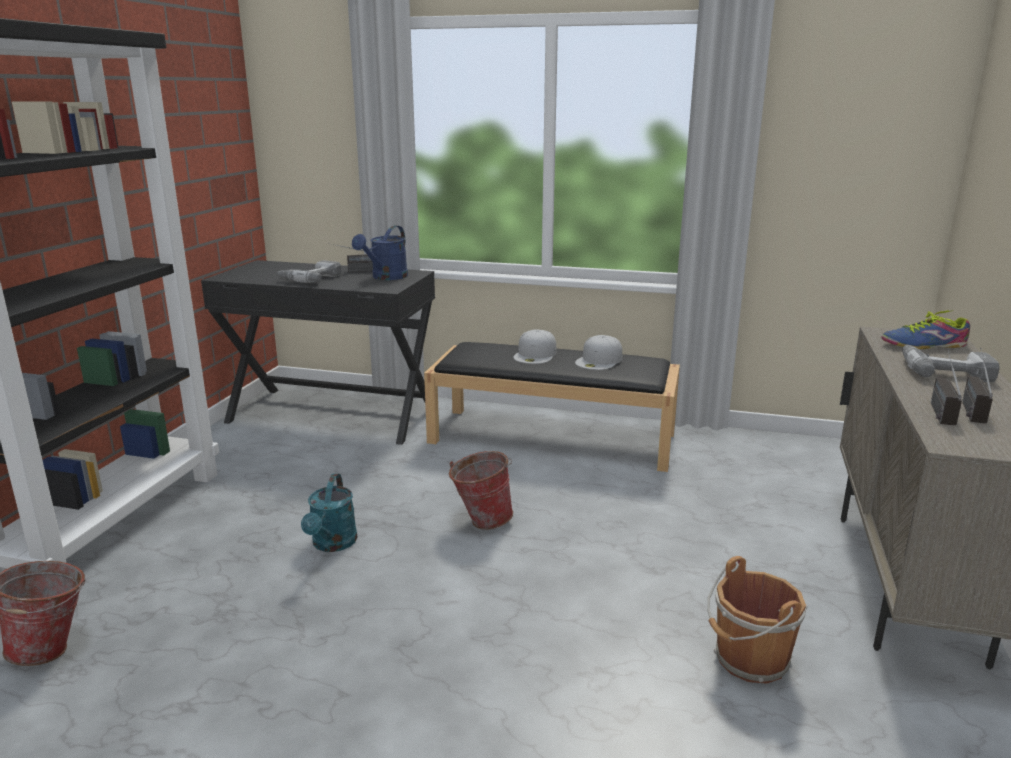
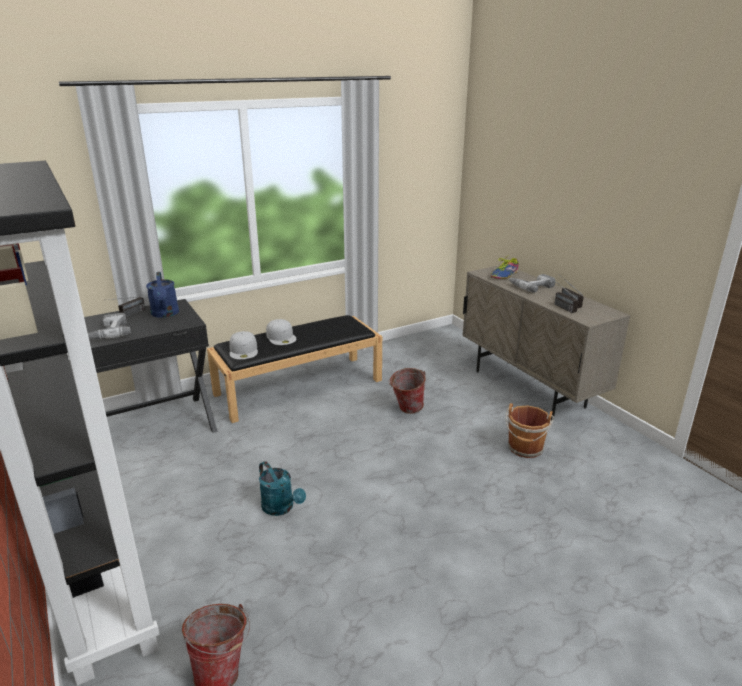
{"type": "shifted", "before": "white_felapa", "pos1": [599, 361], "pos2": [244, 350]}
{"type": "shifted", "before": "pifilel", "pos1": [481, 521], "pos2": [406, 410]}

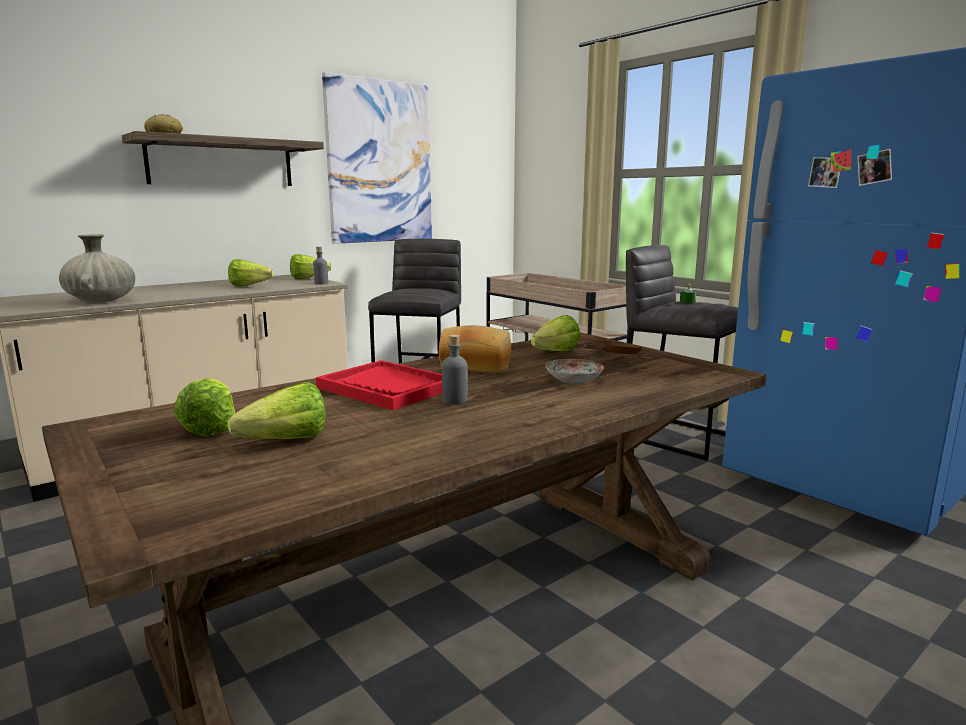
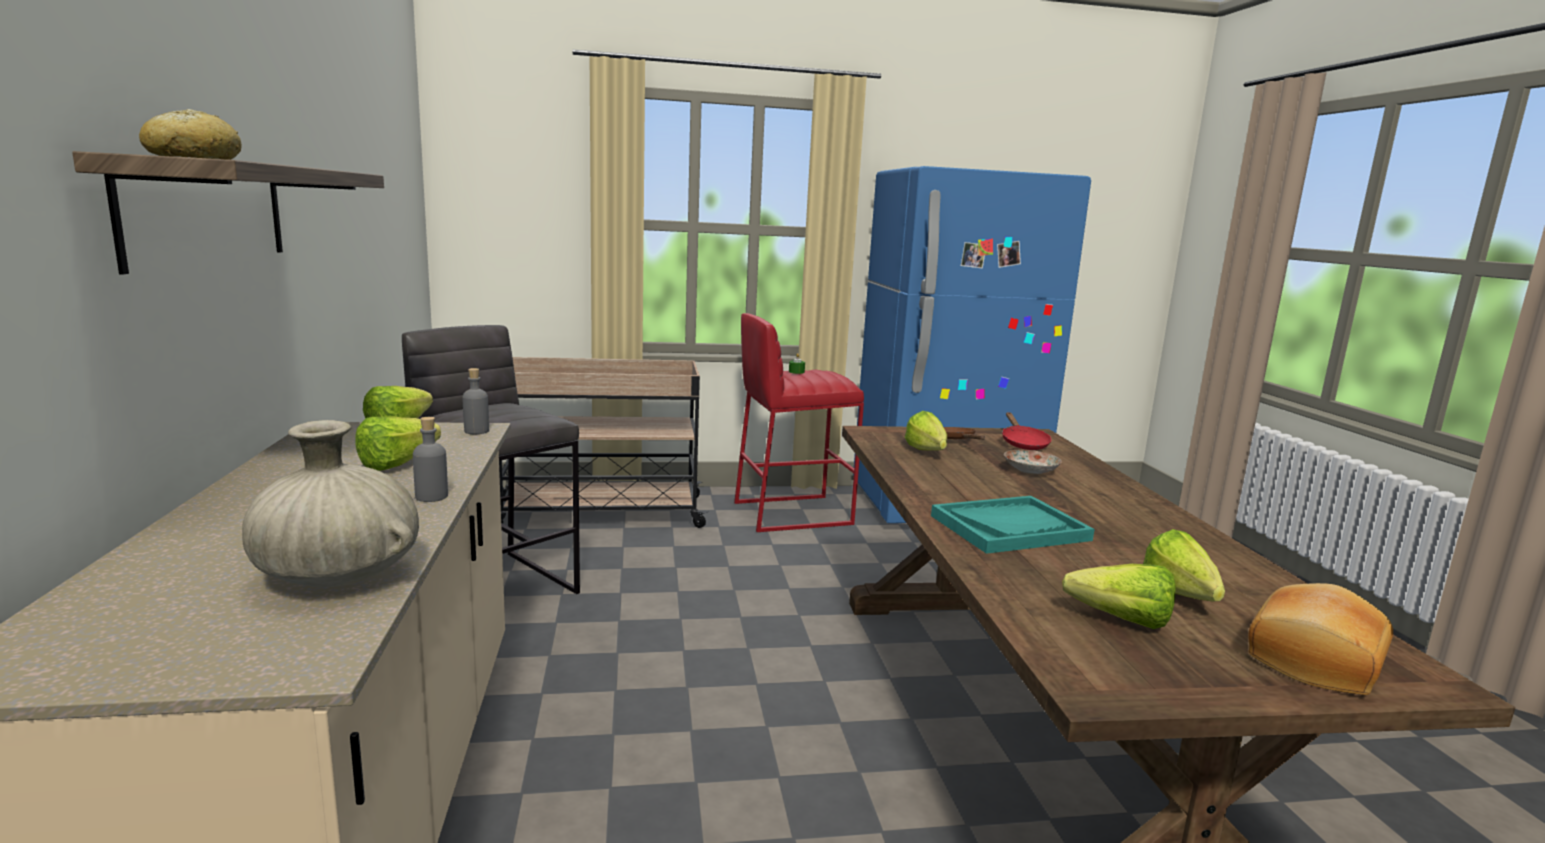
{"type": "shifted", "before": "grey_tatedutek", "pos1": [454, 400], "pos2": [431, 496]}
{"type": "repainted", "before": "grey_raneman", "after": "red_raneman", "pos1": [676, 436], "pos2": [791, 513]}
{"type": "repainted", "before": "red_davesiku", "after": "turquoise_davesiku", "pos1": [387, 388], "pos2": [1009, 528]}
{"type": "new", "after": "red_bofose", "pos2": [1022, 443]}
{"type": "shifted", "before": "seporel", "pos1": [475, 366], "pos2": [1310, 659]}
{"type": "gone", "before": "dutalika", "pos1": [380, 162]}

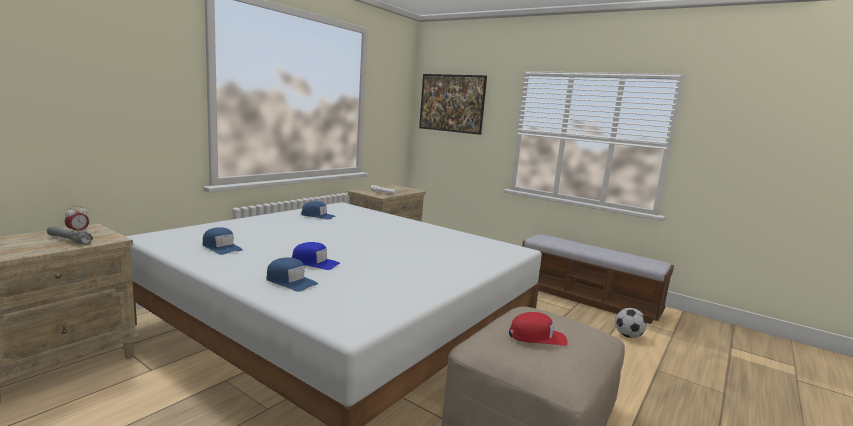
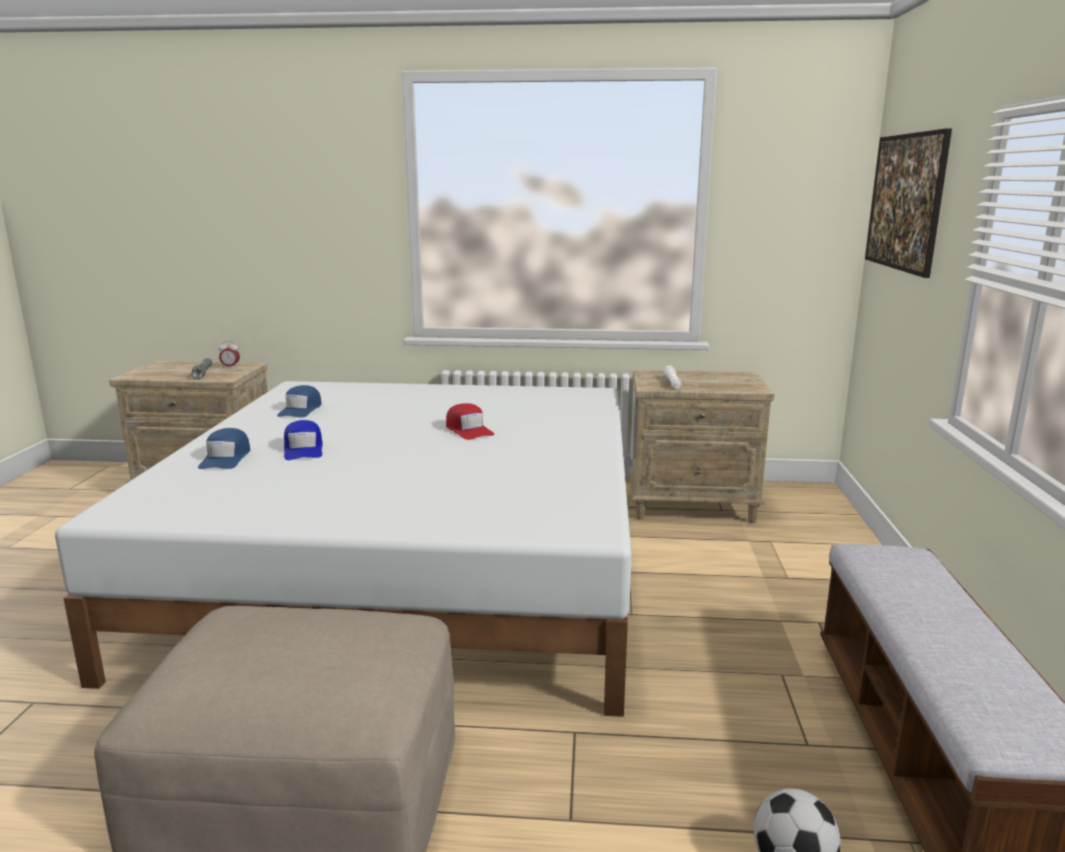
{"type": "shifted", "before": "red_felapa", "pos1": [537, 337], "pos2": [468, 430]}
{"type": "gone", "before": "blue_felapa", "pos1": [318, 216]}

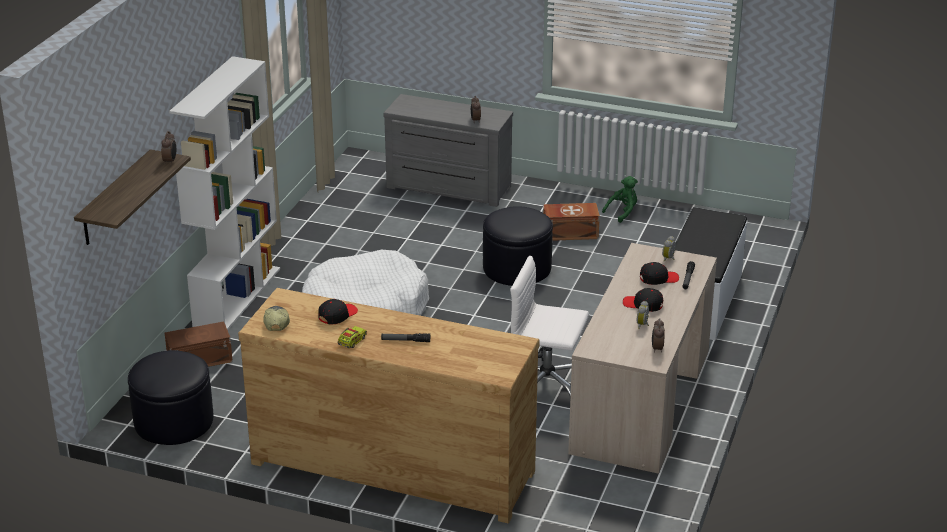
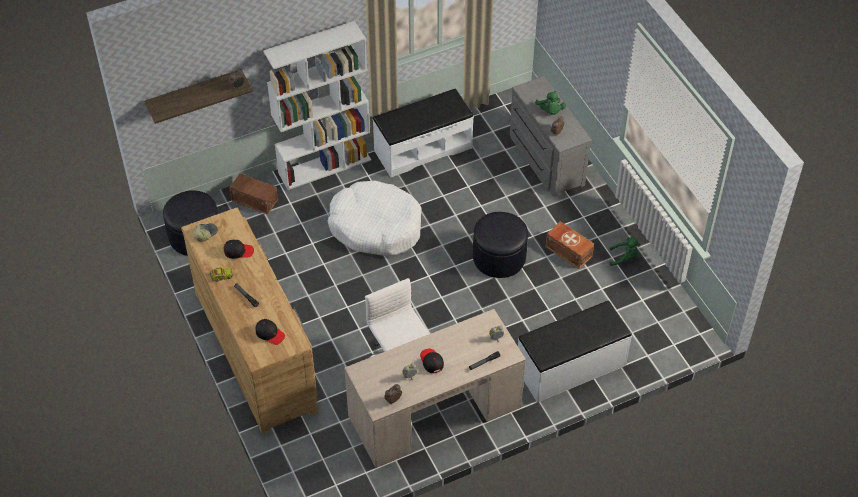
{"type": "shifted", "before": "black_felapa", "pos1": [658, 278], "pos2": [270, 334]}
{"type": "new", "after": "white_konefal", "pos2": [422, 149]}
{"type": "new", "after": "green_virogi", "pos2": [550, 111]}

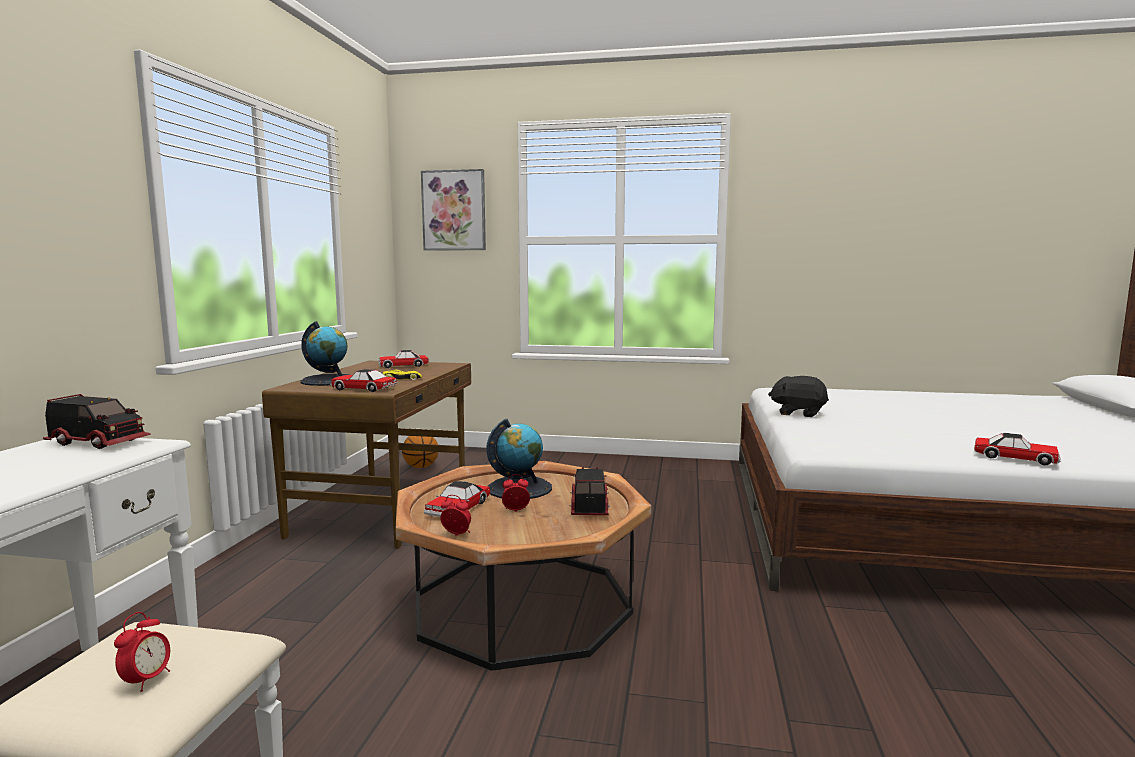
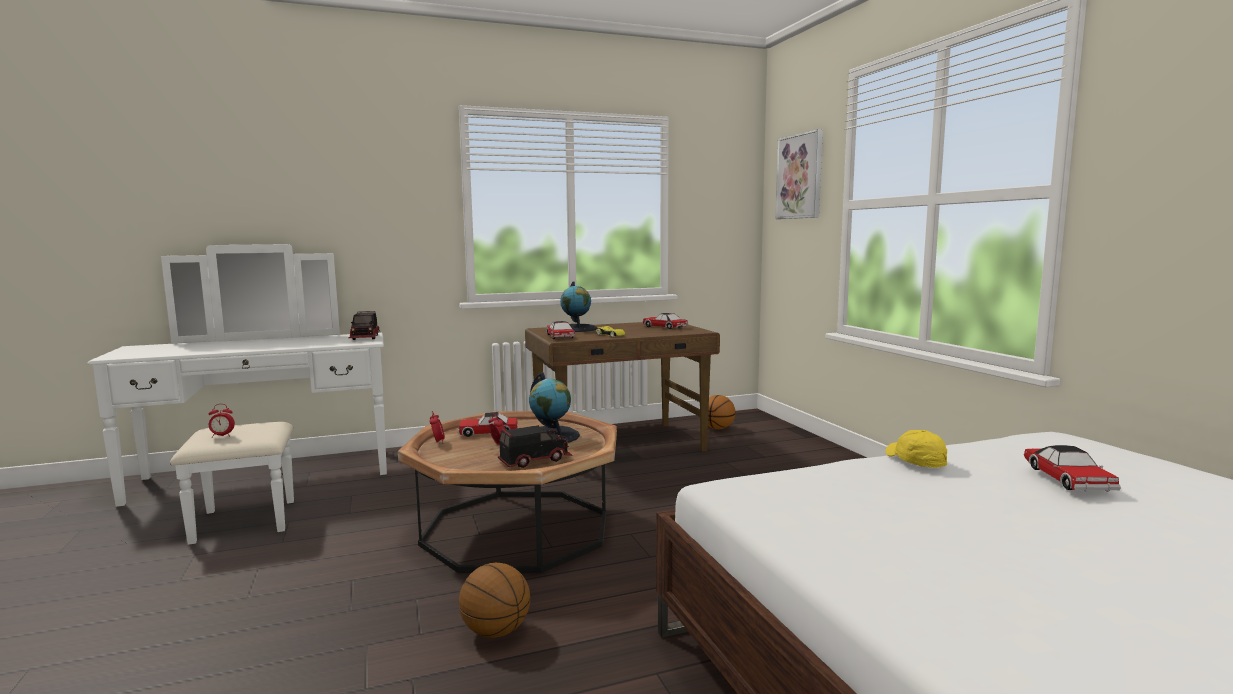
{"type": "new", "after": "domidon", "pos2": [496, 631]}
{"type": "swapped", "before": "black_virogi", "after": "yellow_felapa", "pos1": [798, 413], "pos2": [914, 461]}
{"type": "shifted", "before": "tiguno", "pos1": [1015, 458], "pos2": [1068, 478]}

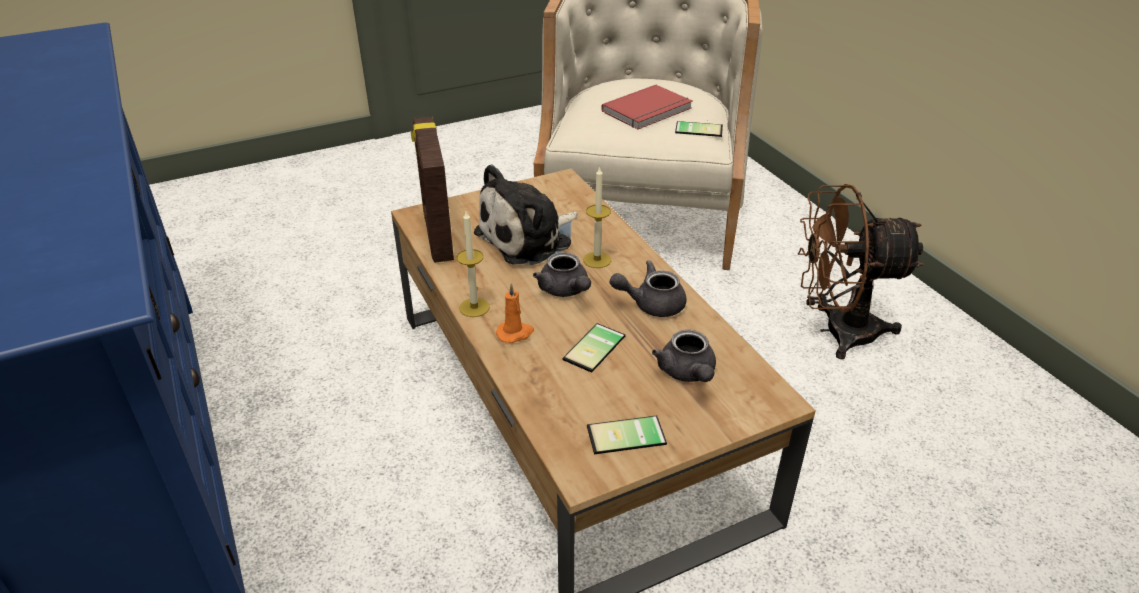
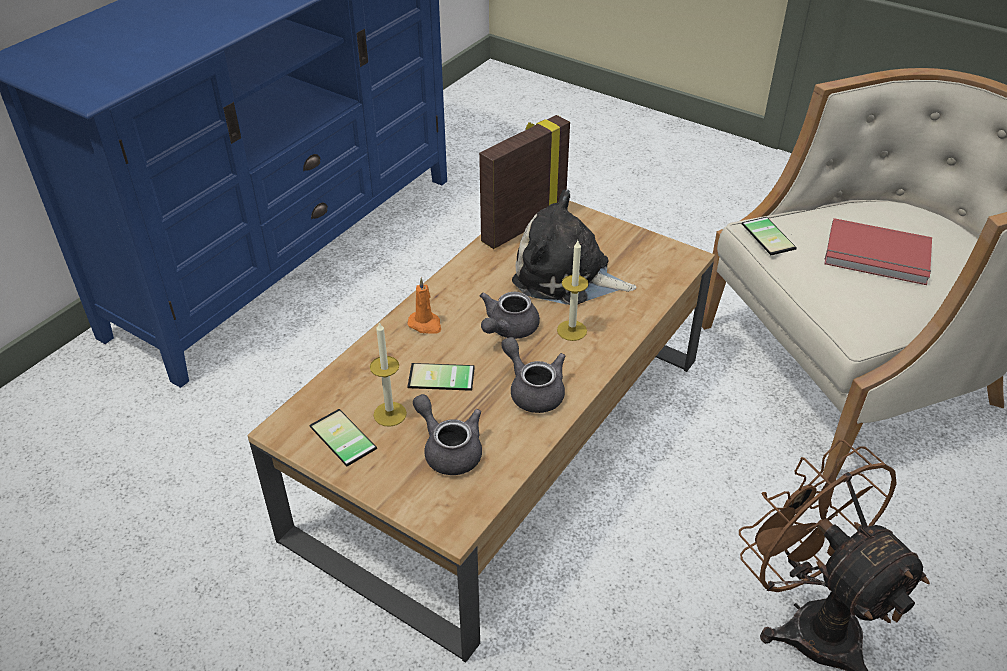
{"type": "shifted", "before": "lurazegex", "pos1": [474, 307], "pos2": [390, 414]}
{"type": "rotated", "before": "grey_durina", "pos1": [688, 373], "pos2": [449, 449], "turn": 90}
{"type": "shifted", "before": "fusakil", "pos1": [699, 128], "pos2": [771, 235]}

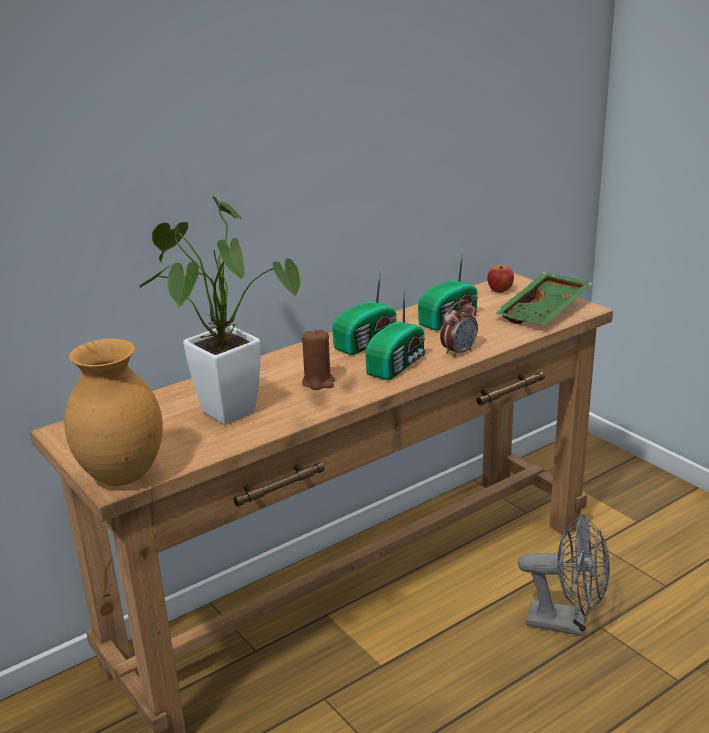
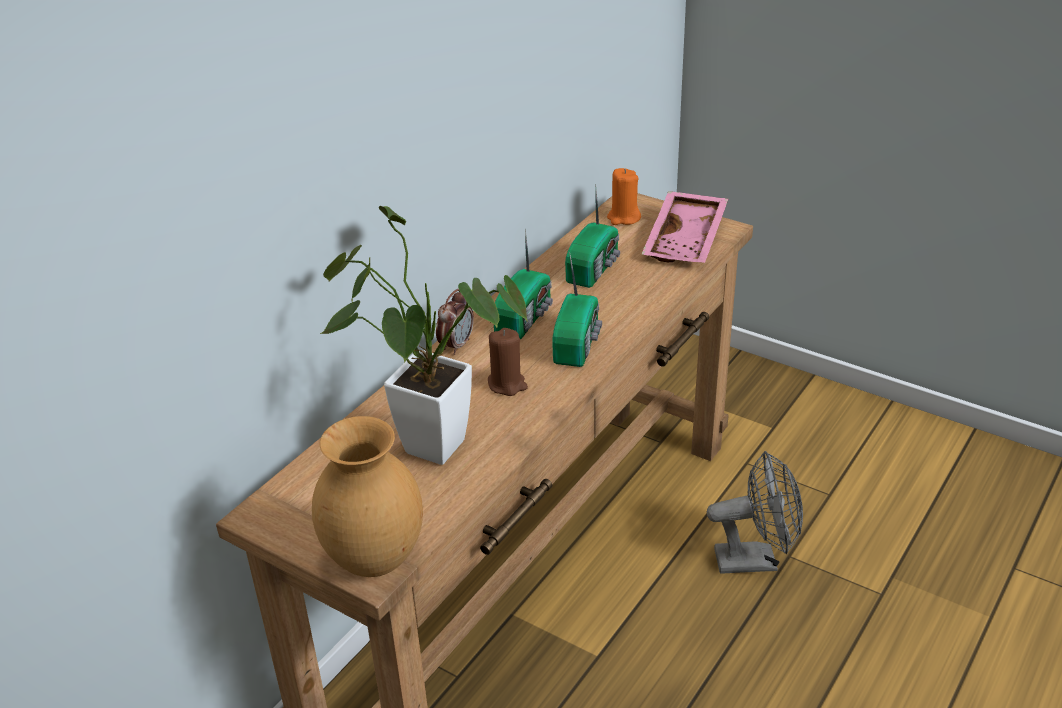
{"type": "shifted", "before": "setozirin", "pos1": [459, 352], "pos2": [456, 345]}
{"type": "swapped", "before": "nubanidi", "after": "orange_lurazegex", "pos1": [500, 290], "pos2": [623, 218]}
{"type": "repainted", "before": "green_davesiku", "after": "pink_davesiku", "pos1": [545, 312], "pos2": [687, 240]}

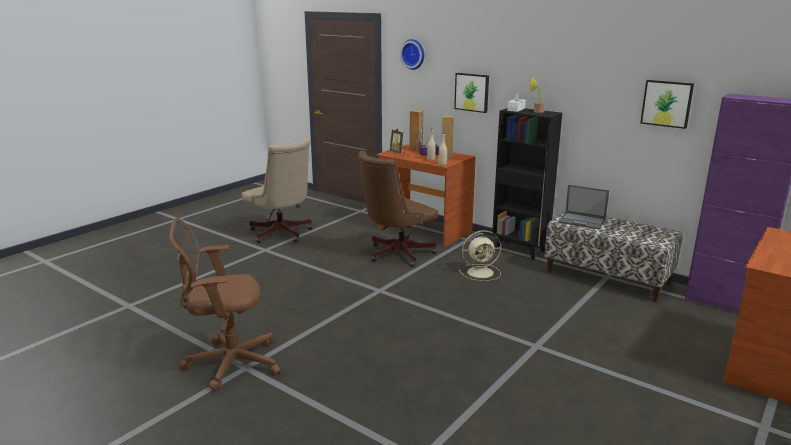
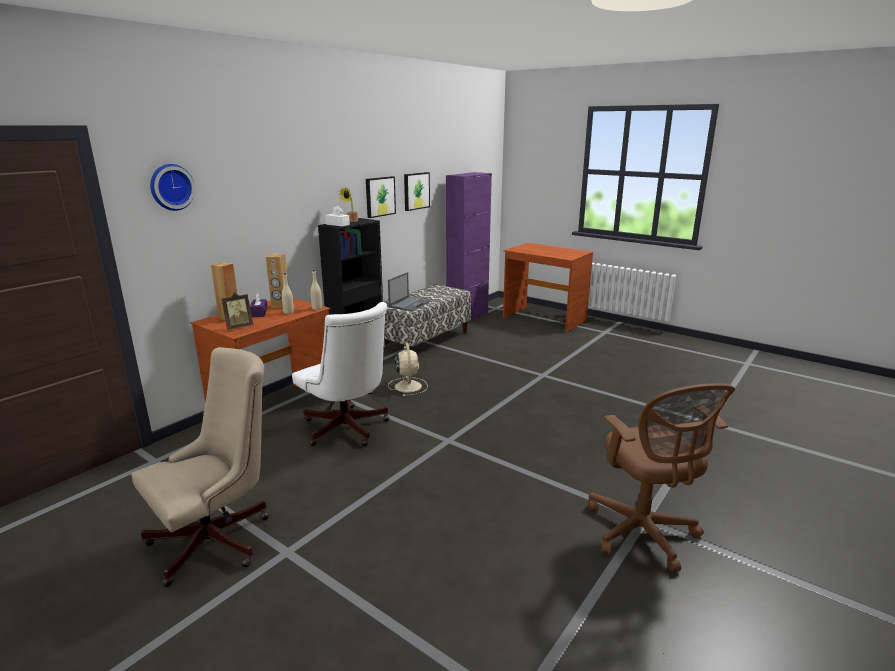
{"type": "repainted", "before": "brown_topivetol", "after": "white_topivetol", "pos1": [396, 254], "pos2": [347, 430]}
{"type": "shifted", "before": "dutalika", "pos1": [472, 92], "pos2": [379, 196]}

